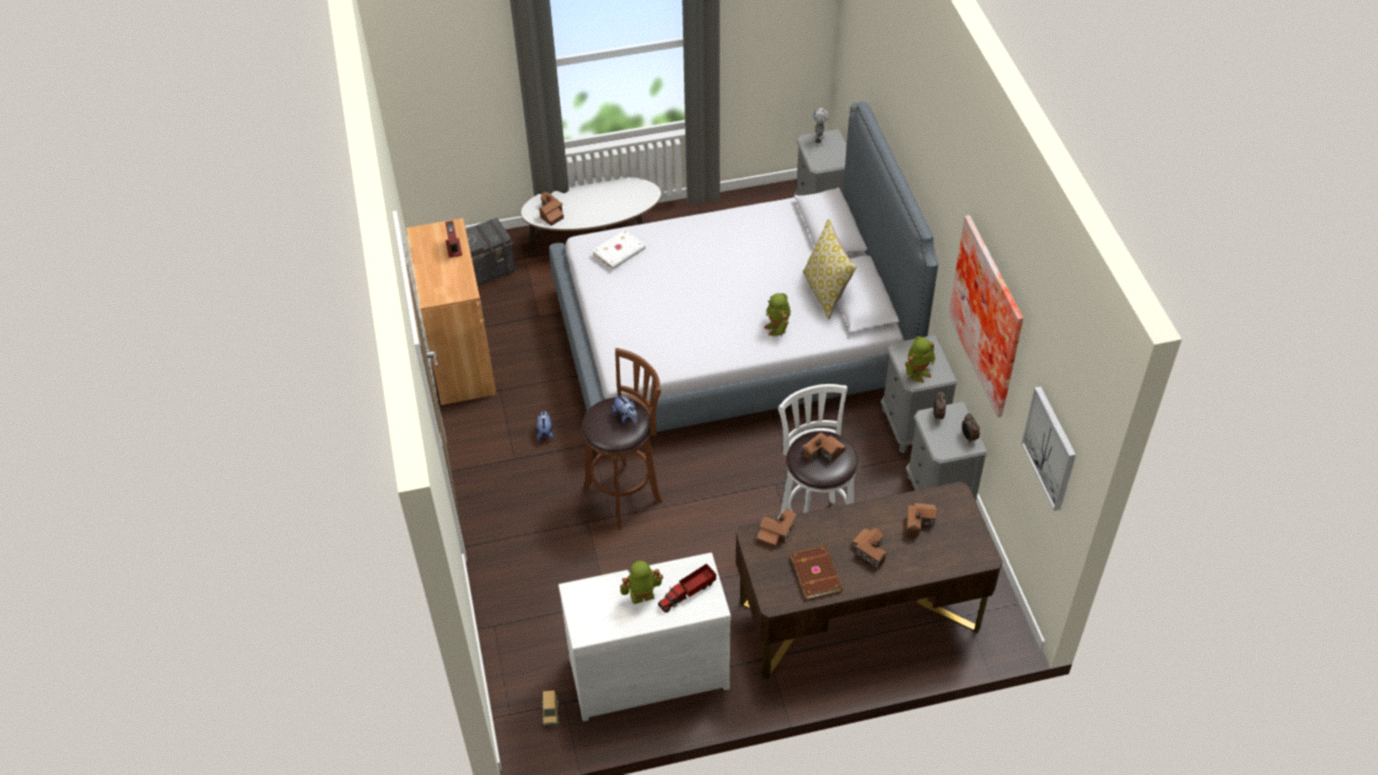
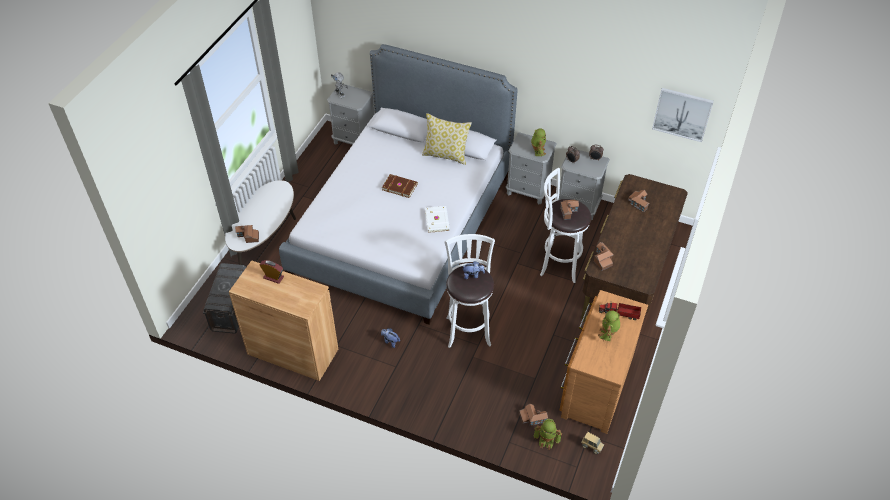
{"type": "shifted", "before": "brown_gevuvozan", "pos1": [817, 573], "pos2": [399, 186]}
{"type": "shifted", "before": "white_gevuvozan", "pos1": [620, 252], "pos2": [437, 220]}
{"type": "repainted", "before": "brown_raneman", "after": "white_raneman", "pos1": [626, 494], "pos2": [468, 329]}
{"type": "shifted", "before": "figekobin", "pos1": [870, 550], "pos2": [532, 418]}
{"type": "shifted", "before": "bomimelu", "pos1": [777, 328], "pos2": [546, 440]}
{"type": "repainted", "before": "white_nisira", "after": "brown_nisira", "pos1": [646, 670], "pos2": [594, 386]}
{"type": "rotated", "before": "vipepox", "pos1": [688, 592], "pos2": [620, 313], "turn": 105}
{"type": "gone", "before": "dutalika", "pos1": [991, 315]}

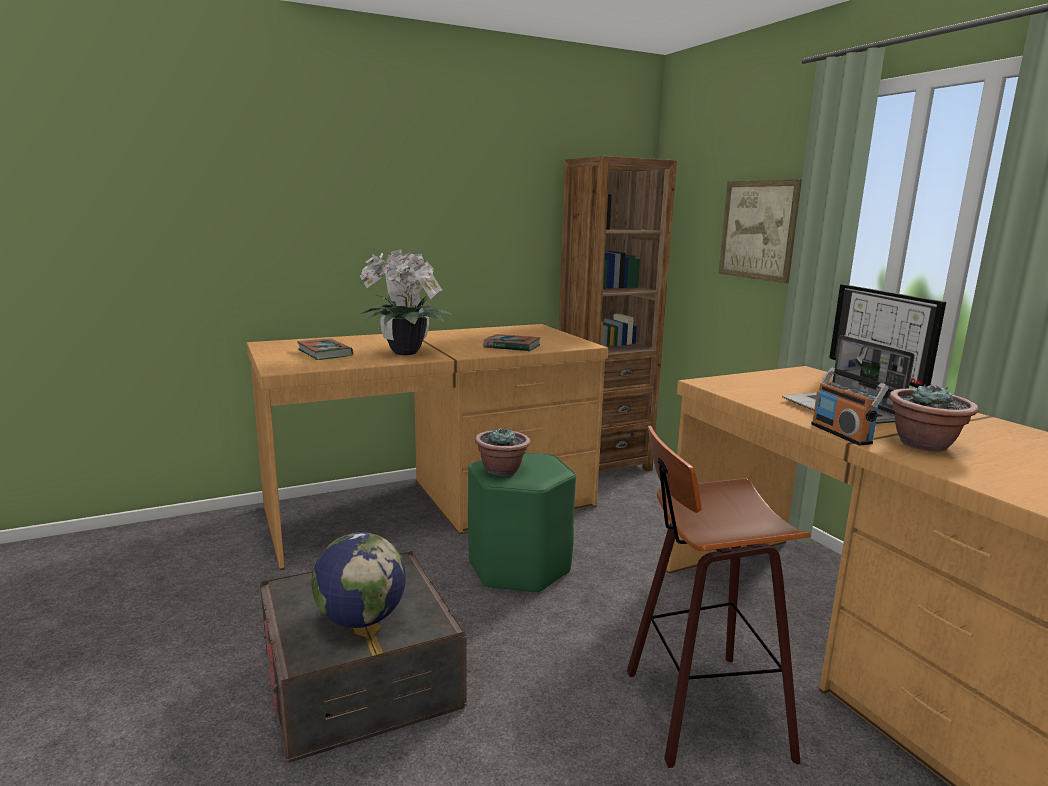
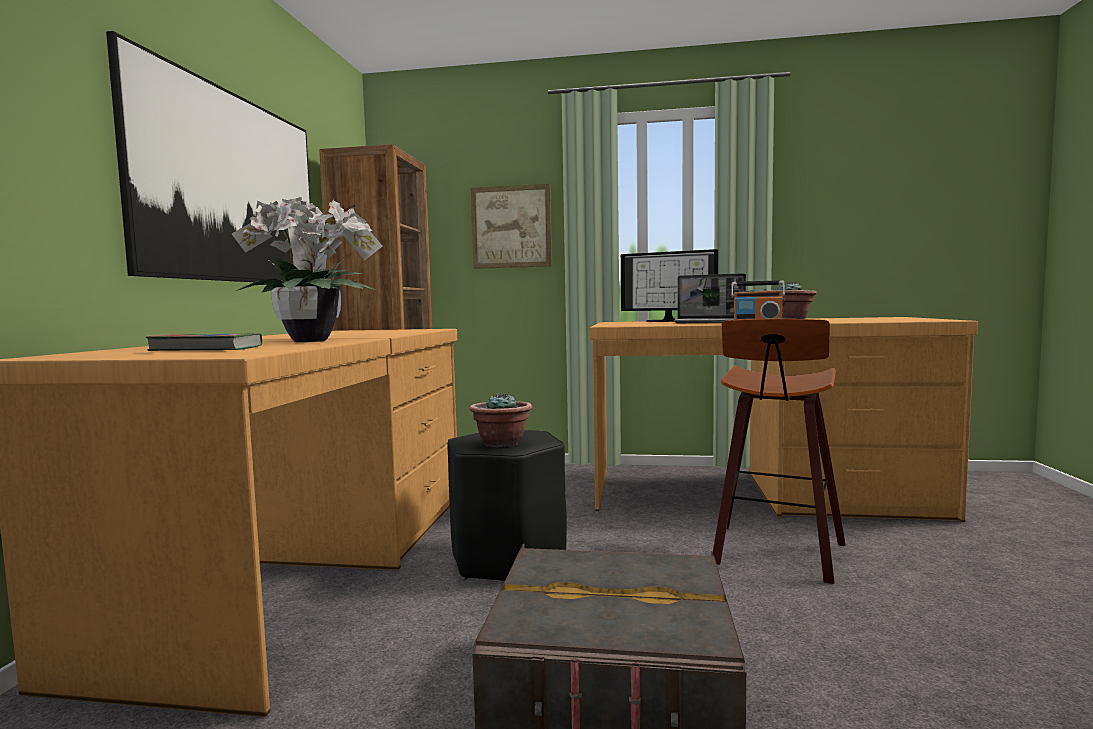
{"type": "new", "after": "dutalika", "pos2": [232, 188]}
{"type": "repainted", "before": "green_raneman", "after": "black_raneman", "pos1": [519, 568], "pos2": [508, 560]}
{"type": "gone", "before": "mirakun", "pos1": [361, 619]}
{"type": "gone", "before": "gevuvozan", "pos1": [512, 347]}

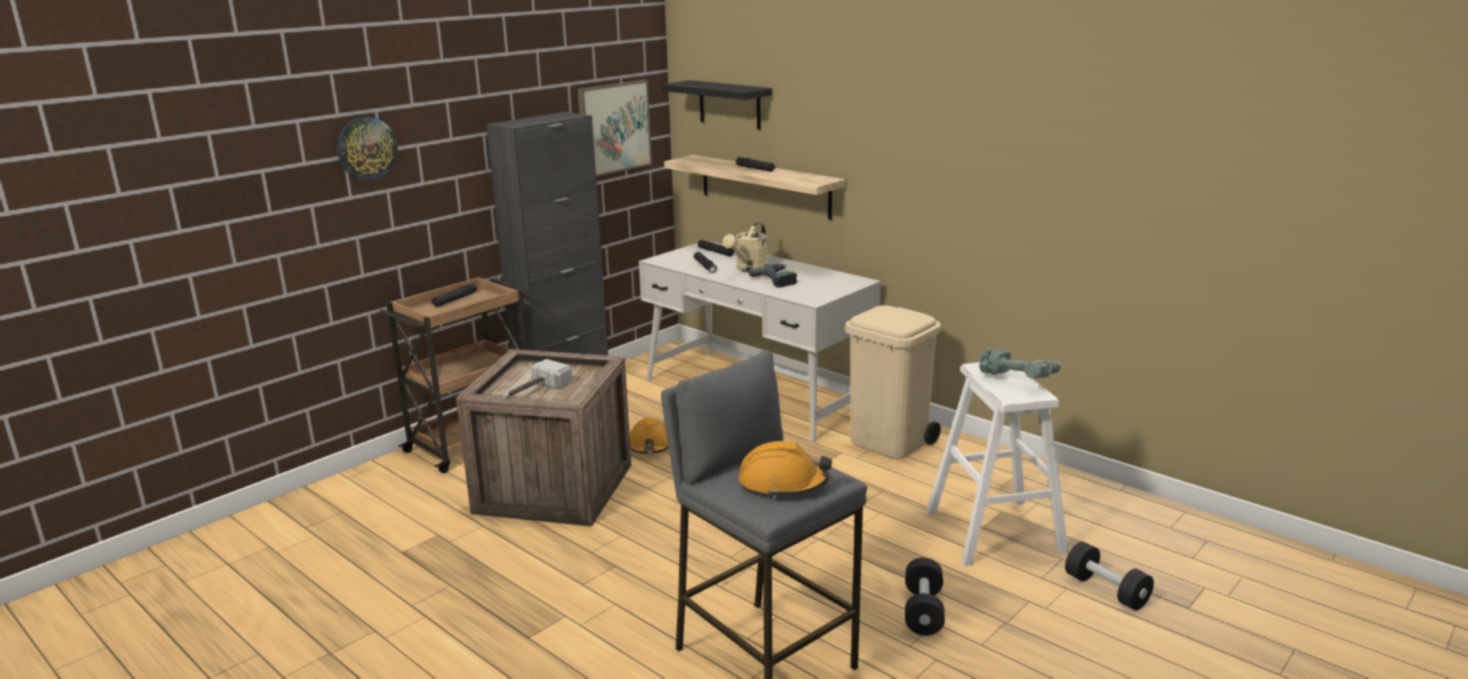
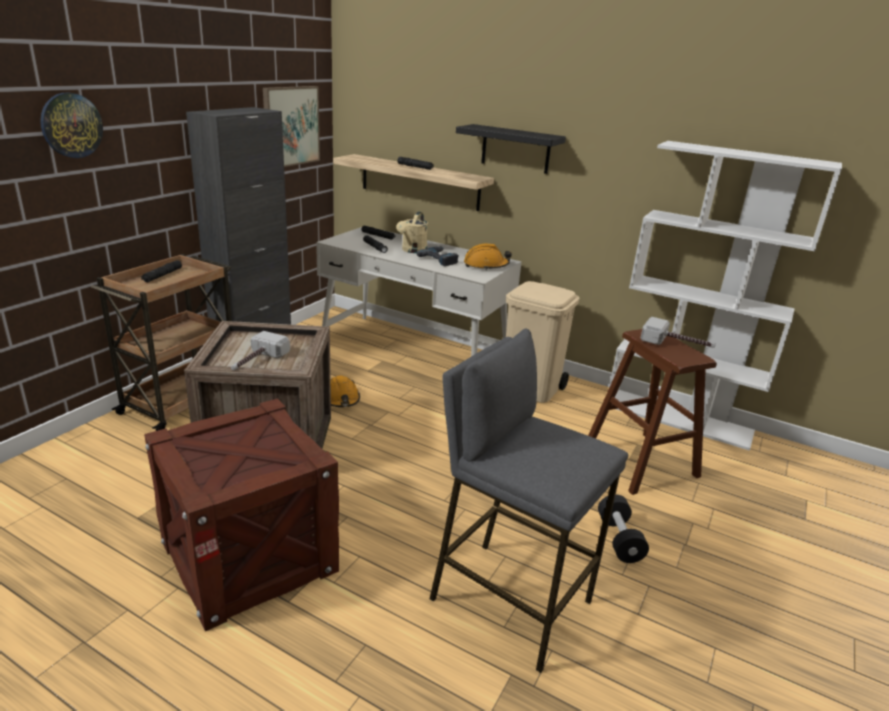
{"type": "new", "after": "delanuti", "pos2": [248, 556]}
{"type": "shifted", "before": "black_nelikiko", "pos1": [729, 104], "pos2": [515, 149]}
{"type": "shifted", "before": "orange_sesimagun", "pos1": [783, 483], "pos2": [486, 265]}
{"type": "repainted", "before": "white_raneman", "after": "brown_raneman", "pos1": [994, 531], "pos2": [640, 462]}
{"type": "new", "after": "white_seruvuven", "pos2": [679, 418]}
{"type": "swapped", "before": "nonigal", "after": "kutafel", "pos1": [1020, 379], "pos2": [677, 344]}
{"type": "gone", "before": "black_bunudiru", "pos1": [1106, 590]}

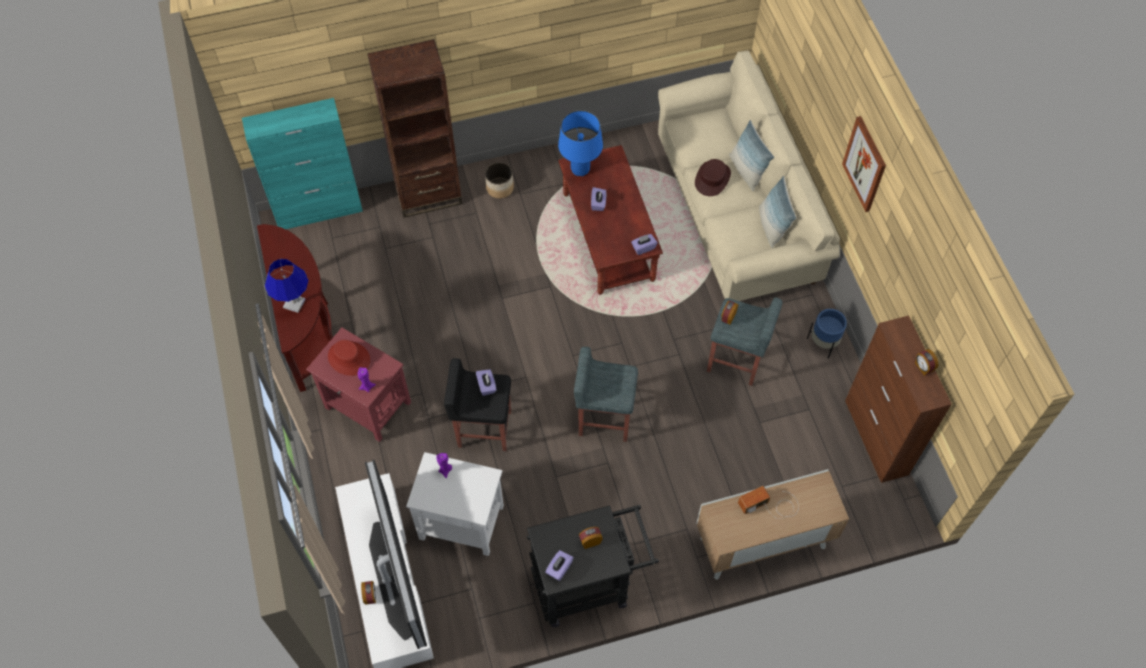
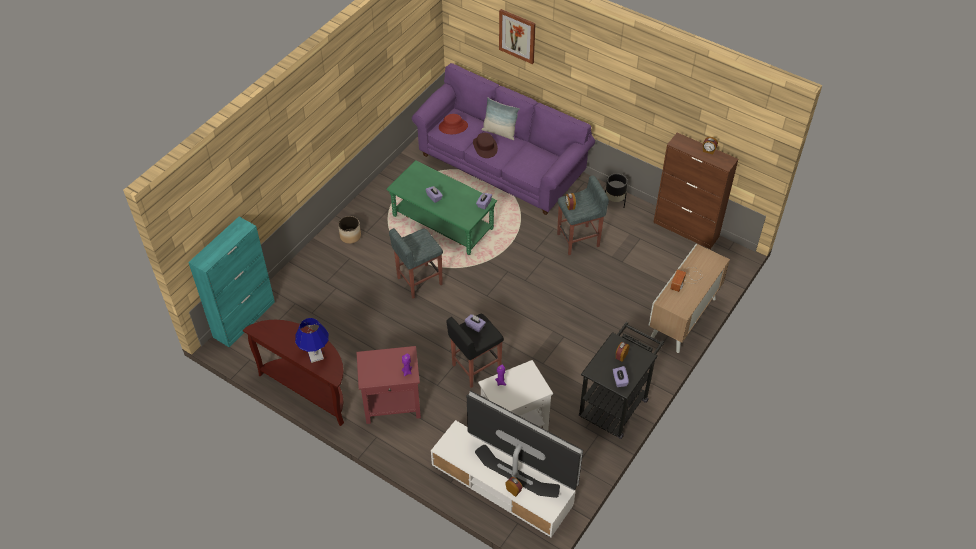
{"type": "repainted", "before": "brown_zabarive", "after": "green_zabarive", "pos1": [608, 237], "pos2": [443, 222]}
{"type": "shifted", "before": "grey_raneman", "pos1": [604, 418], "pos2": [419, 281]}
{"type": "repainted", "before": "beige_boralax", "after": "purple_boralax", "pos1": [736, 212], "pos2": [501, 166]}
{"type": "shifted", "before": "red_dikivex", "pos1": [349, 358], "pos2": [453, 126]}
{"type": "shifted", "before": "dutalika", "pos1": [865, 164], "pos2": [517, 36]}
{"type": "repainted", "before": "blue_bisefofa", "after": "black_bisefofa", "pos1": [823, 343], "pos2": [614, 202]}
{"type": "gone", "before": "brown_seruvuven", "pos1": [428, 194]}
{"type": "gone", "before": "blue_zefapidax", "pos1": [580, 169]}
{"type": "gone", "before": "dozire", "pos1": [772, 226]}

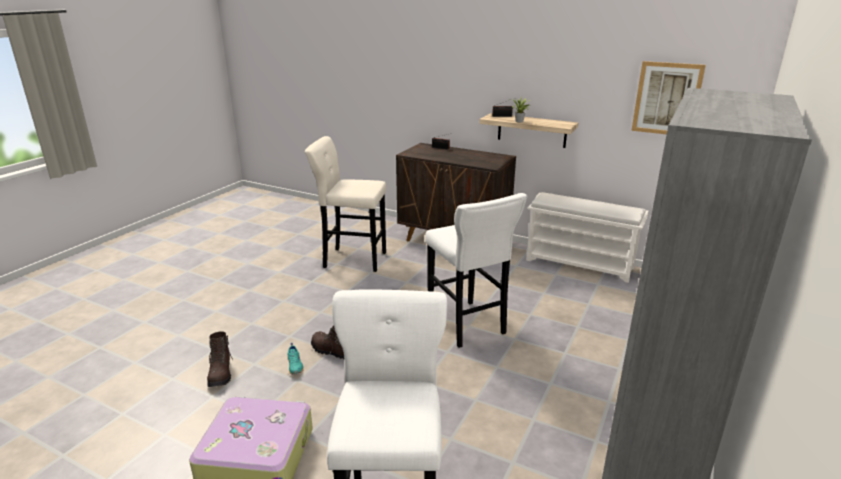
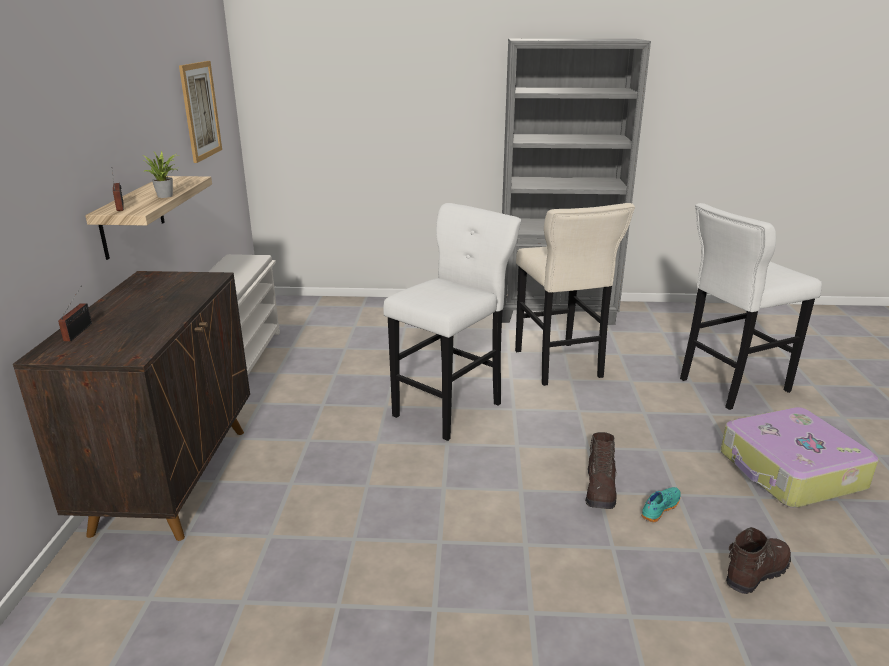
{"type": "shifted", "before": "beige_raneman", "pos1": [351, 259], "pos2": [559, 366]}

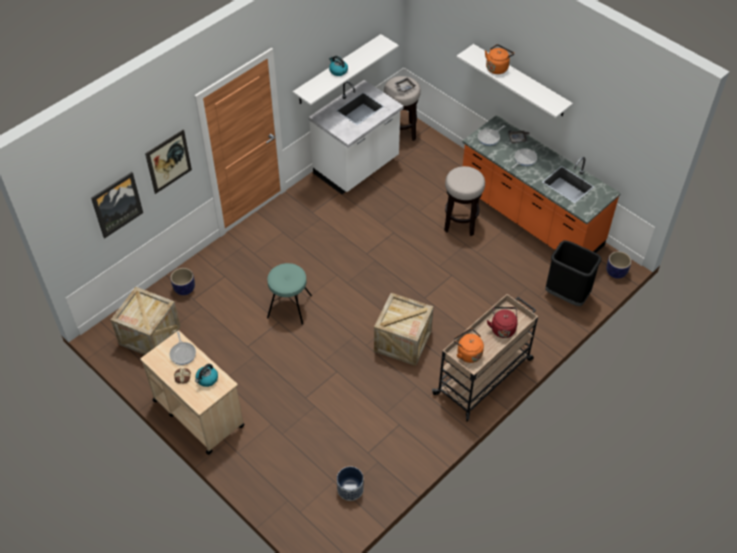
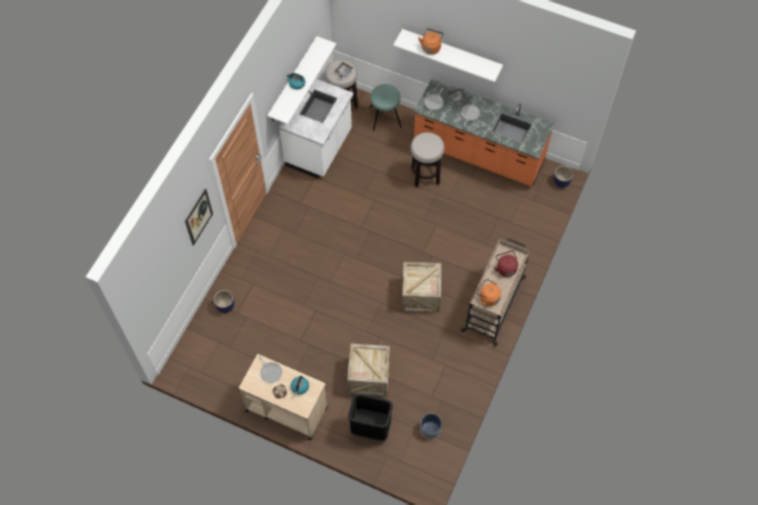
{"type": "shifted", "before": "delanuti", "pos1": [150, 335], "pos2": [368, 377]}
{"type": "shifted", "before": "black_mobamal", "pos1": [566, 295], "pos2": [370, 429]}
{"type": "shifted", "before": "turquoise_raneman", "pos1": [289, 306], "pos2": [385, 117]}
{"type": "gone", "before": "dutalika", "pos1": [116, 204]}

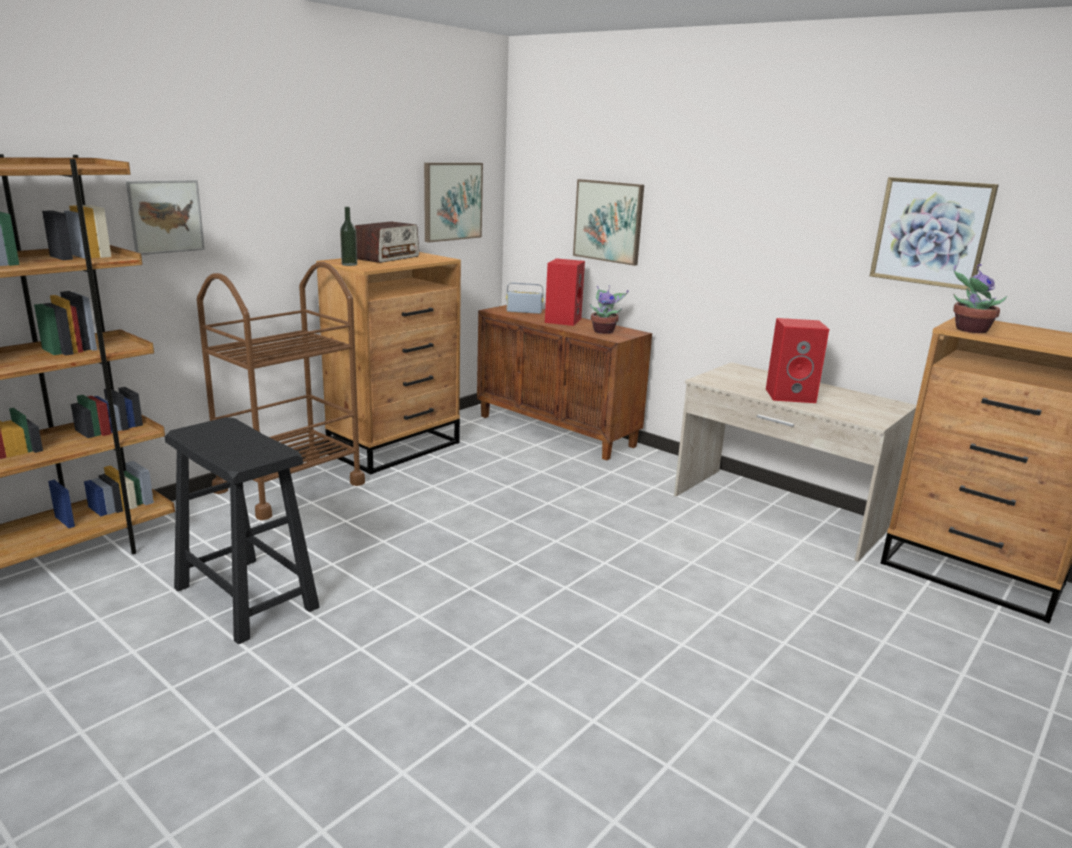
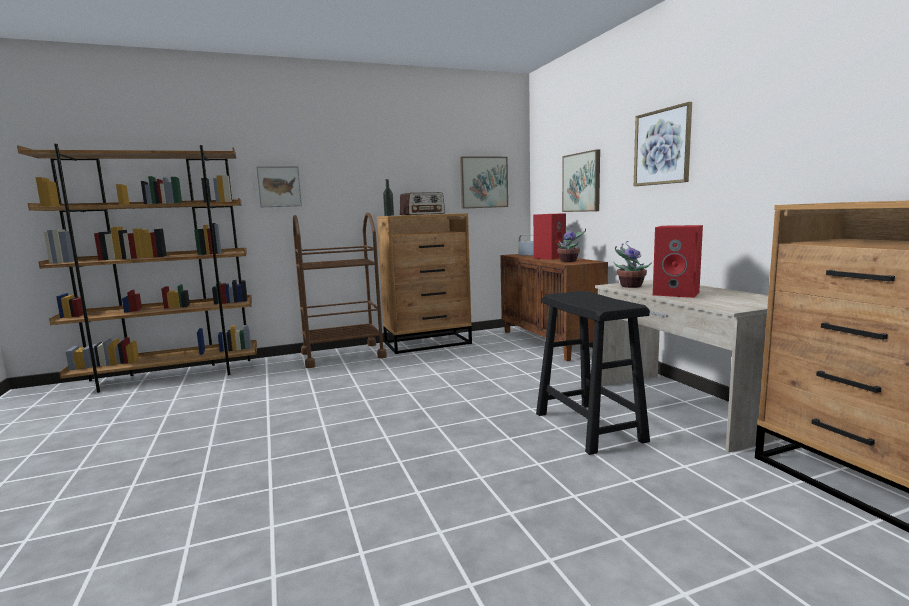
{"type": "shifted", "before": "black_raneman", "pos1": [245, 597], "pos2": [588, 426]}
{"type": "shifted", "before": "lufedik", "pos1": [969, 330], "pos2": [629, 286]}
{"type": "shifted", "before": "dutalika", "pos1": [931, 232], "pos2": [662, 147]}

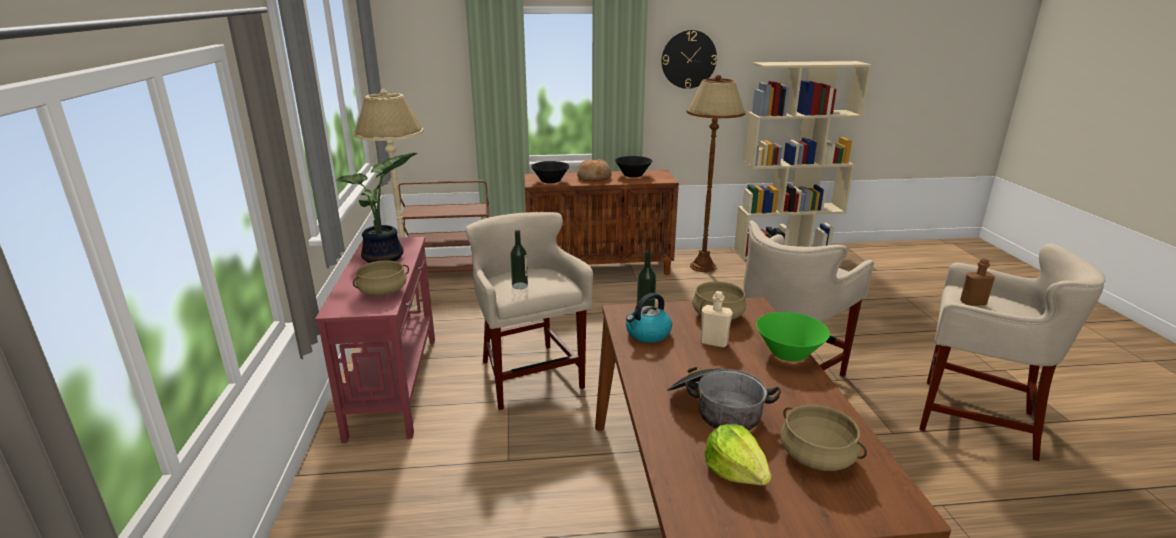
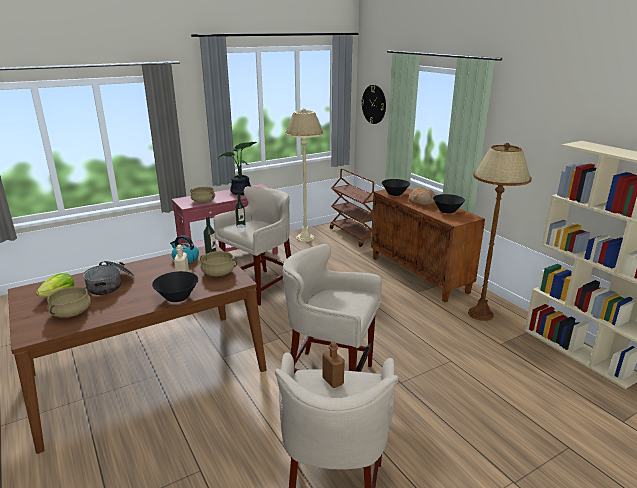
{"type": "repainted", "before": "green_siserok", "after": "black_siserok", "pos1": [788, 353], "pos2": [177, 297]}
{"type": "shifted", "before": "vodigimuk", "pos1": [688, 59], "pos2": [374, 104]}

